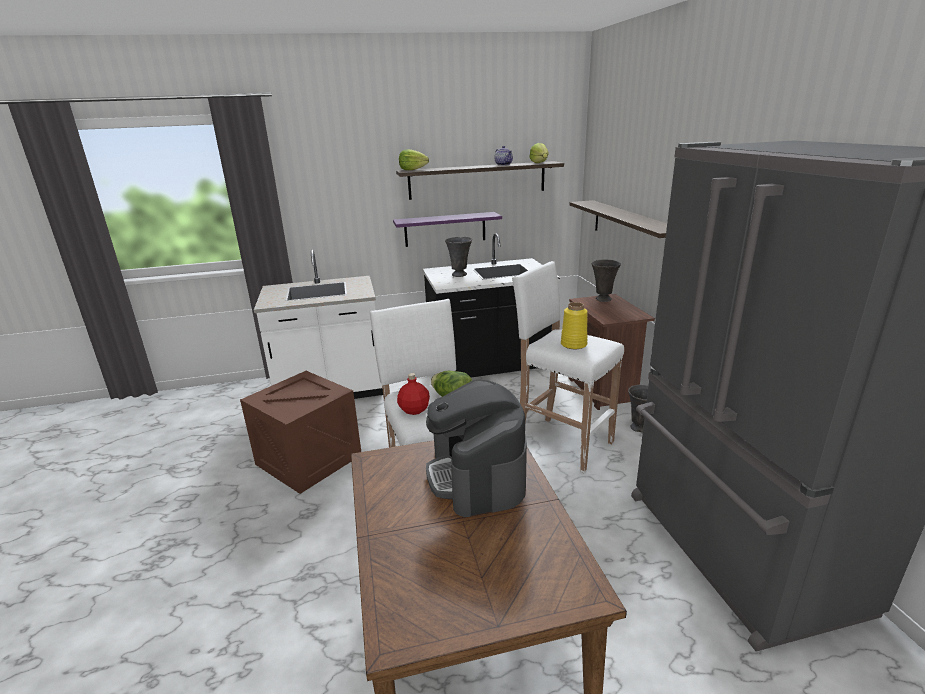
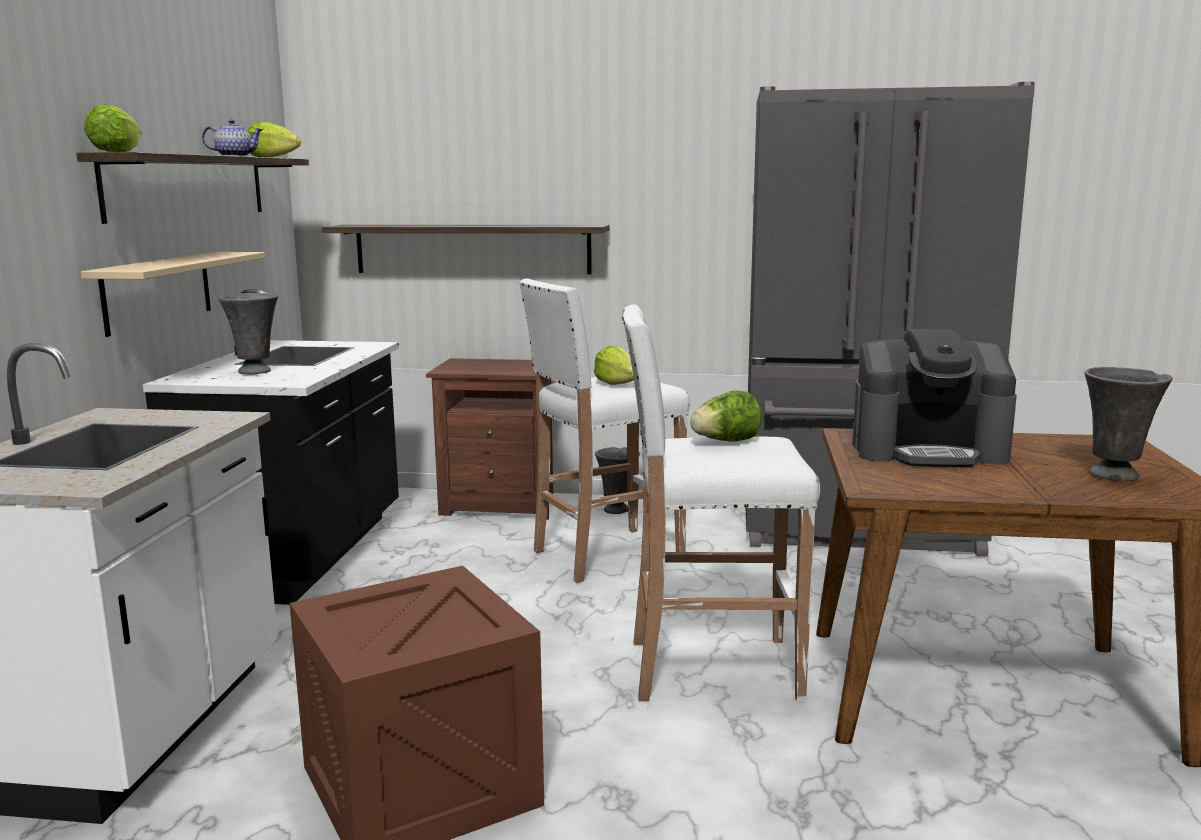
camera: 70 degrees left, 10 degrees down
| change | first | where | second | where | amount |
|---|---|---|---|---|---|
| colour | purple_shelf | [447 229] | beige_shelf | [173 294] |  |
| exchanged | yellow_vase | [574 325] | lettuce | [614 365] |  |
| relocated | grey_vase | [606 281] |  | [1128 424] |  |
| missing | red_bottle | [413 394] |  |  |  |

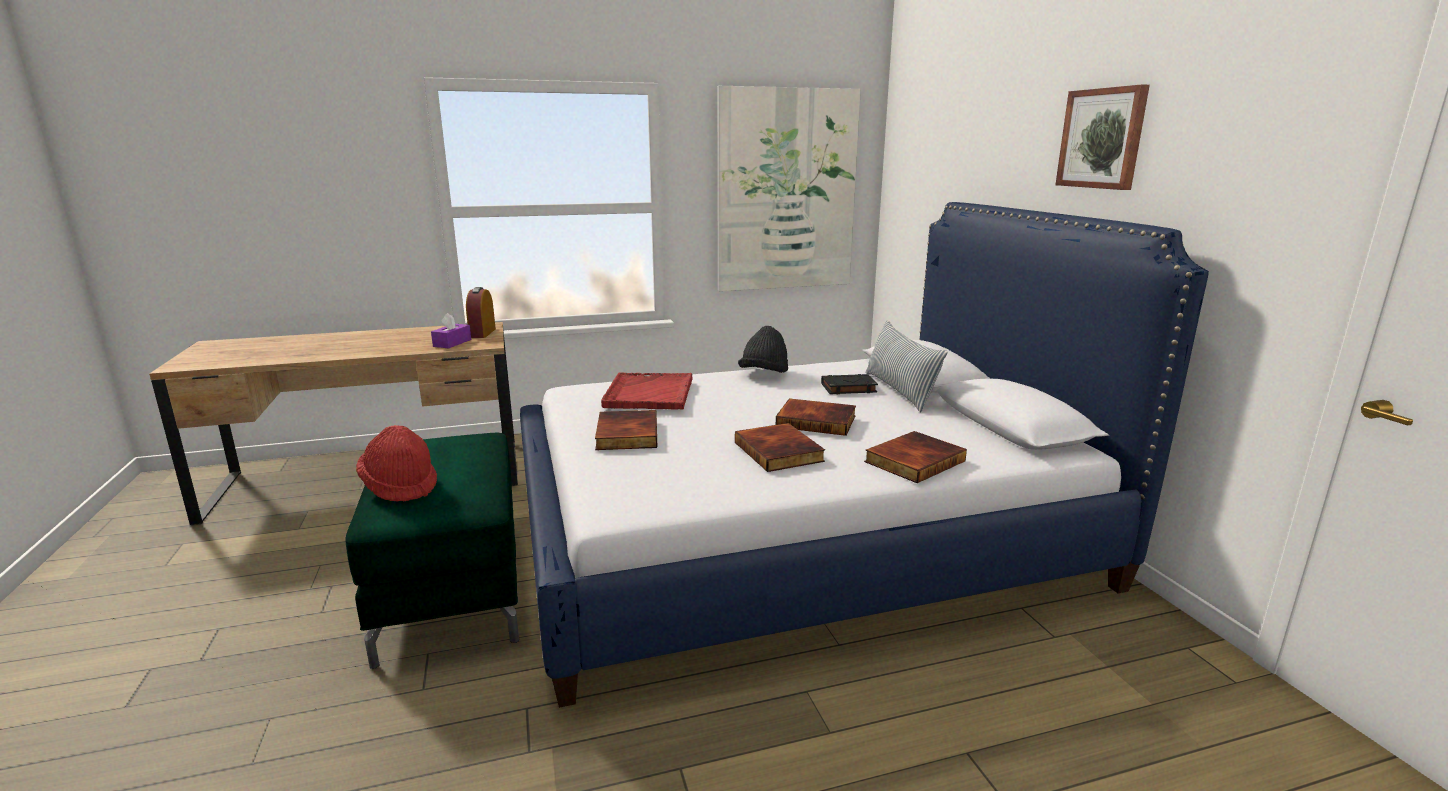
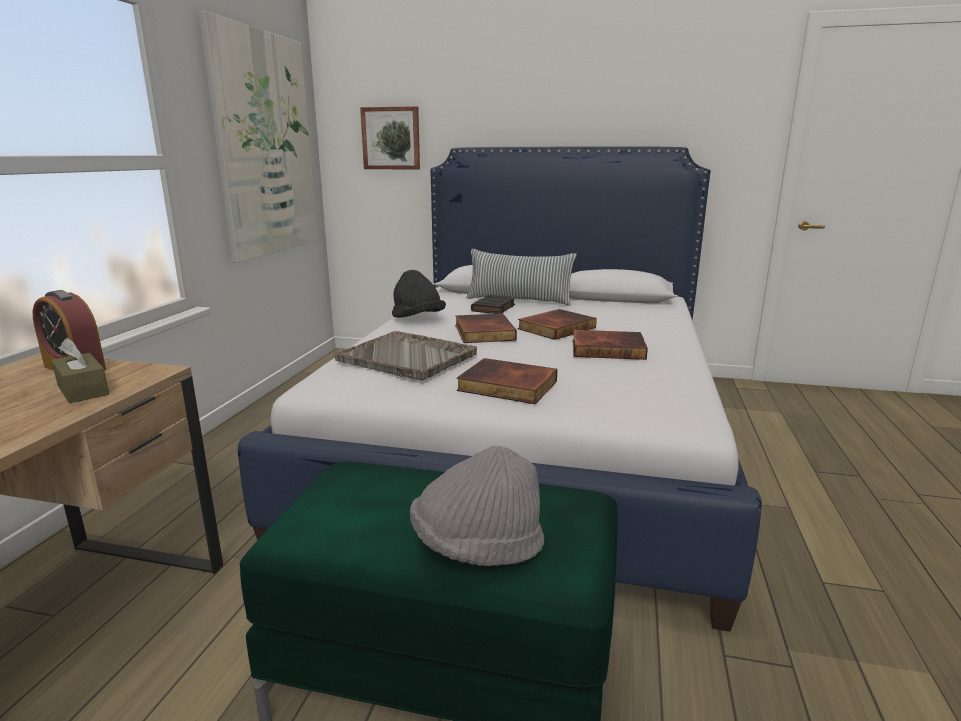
camera: 60 degrees left, 0 degrees up
| change | first | where | second | where | amount |
|---|---|---|---|---|---|
| colour | purple_tissue_box | [451 330] | brown_tissue_box | [80 370] |  |
| colour | red_tray | [647 391] | grey_tray | [405 356] |  |
| relocated | picture | [1102 137] |  | [390 138] |  |
| colour | red_hat | [396 463] | grey_hat | [477 506] |  |
| relocated | book | [915 457] |  | [486 328] |  |

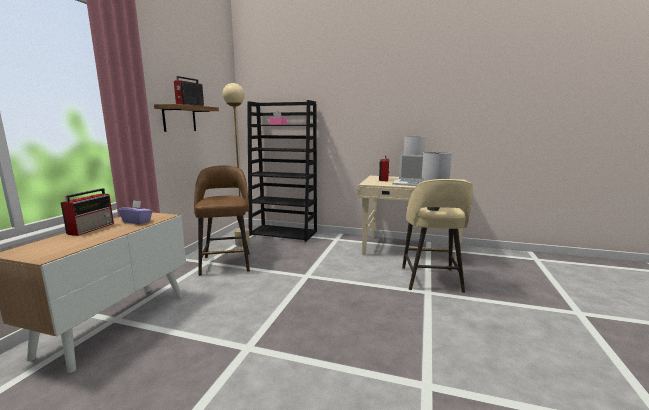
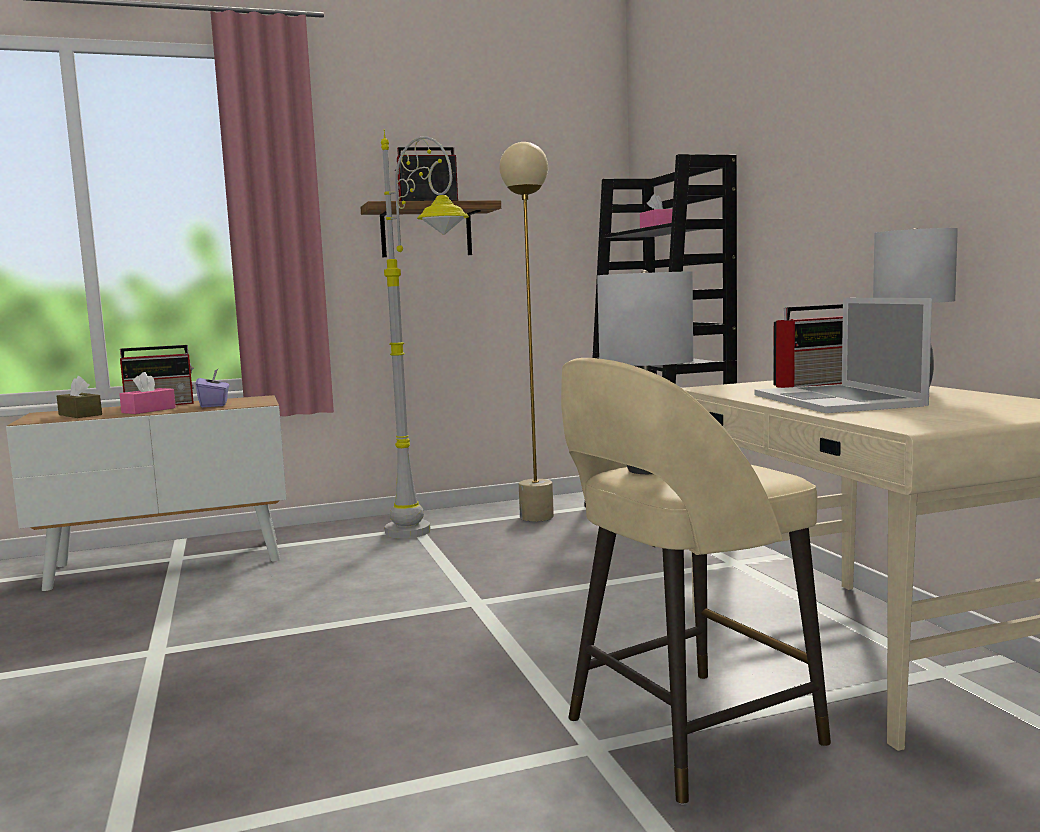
camera: 55 degrees right, 5 degrees down
| change | first | where | second | where | amount |
|---|---|---|---|---|---|
| appeared |  |  | brown_tissue_box | [79 397] |  |
| appeared |  |  | pink_tissue_box | [147 393] |  |
| exchanged | brown_stool | [222 220] | grey_floor_lamp | [425 334] |  |

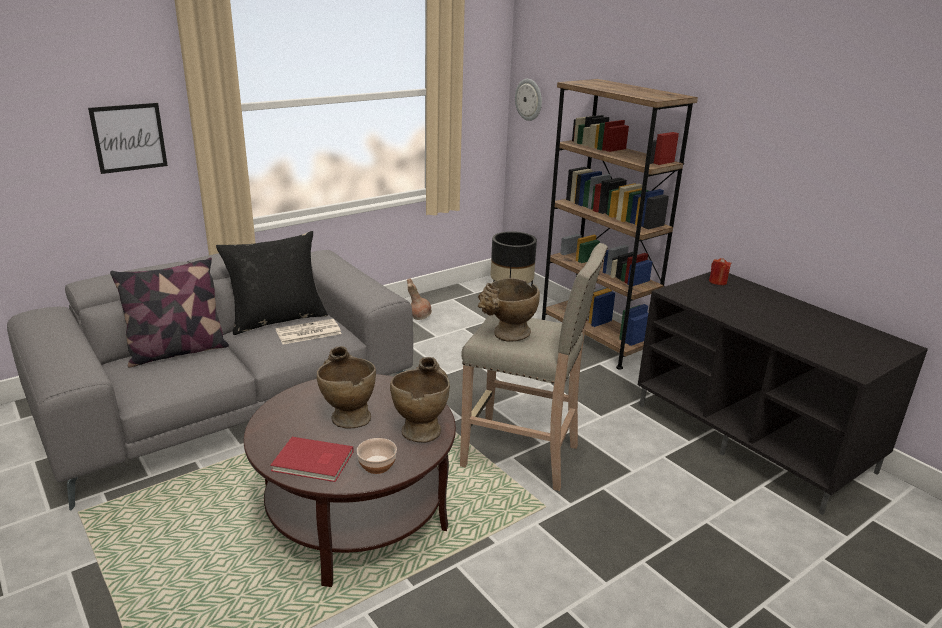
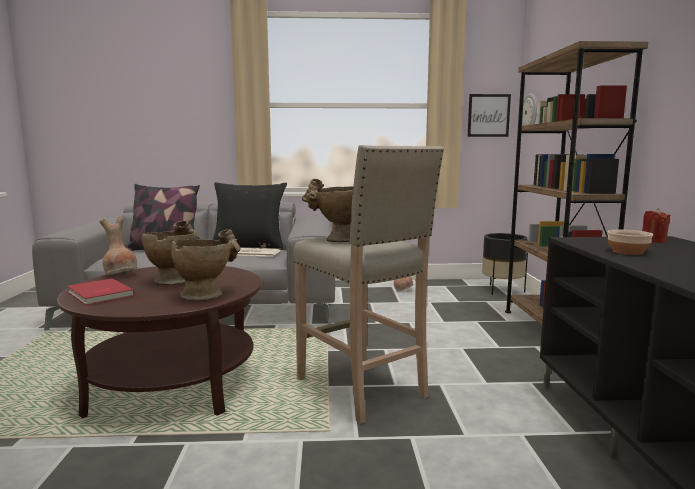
camera: 35 degrees right, 15 degrees down
| change | first | where | second | where | amount |
|---|---|---|---|---|---|
| appeared |  |  | brown_vase | [118 245] |  |
| relocated | picture | [128 138] |  | [489 115] |  |
| relocated | bowl | [377 456] |  | [630 242] |  |

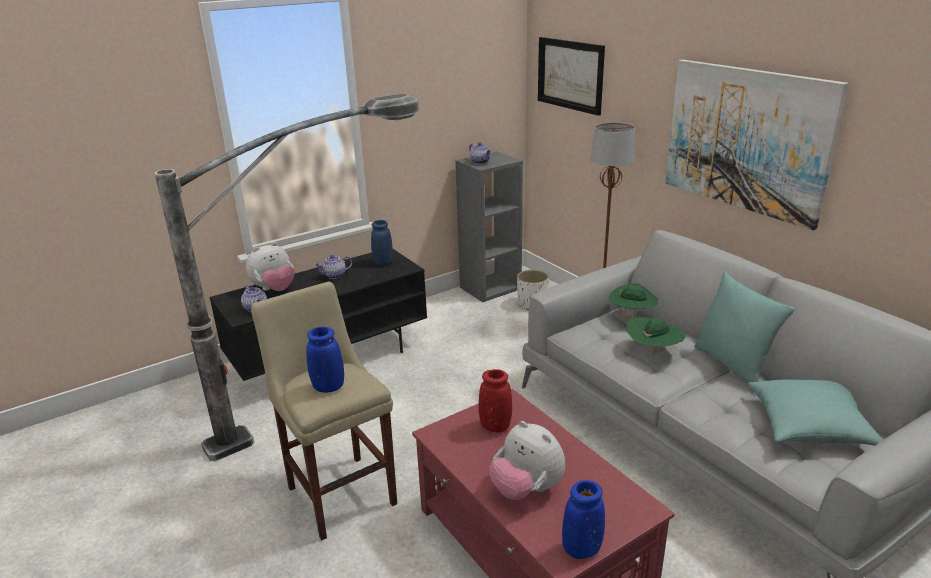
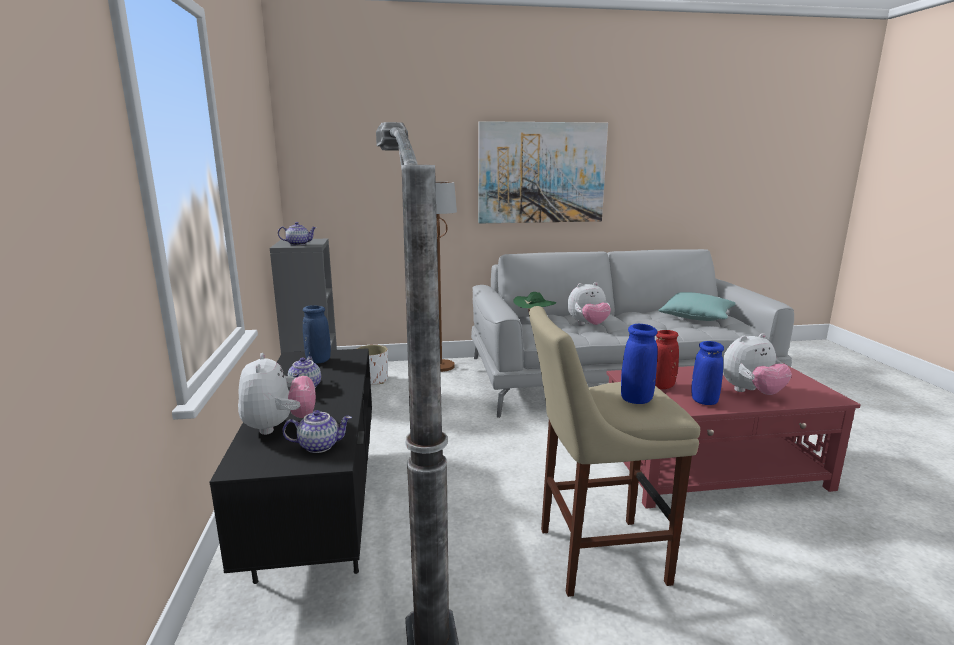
camera: 65 degrees left, 10 degrees down
| change | first | where | second | where | amount |
|---|---|---|---|---|---|
| exchanged | green_hat | [656 336] | plush_toy | [589 303] |  |
| relocated | blue_vase | [583 519] |  | [708 373] |  |
| missing | picture | [571 76] |  |  |  |
| missing | turquoise_pillow | [744 327] |  |  |  |

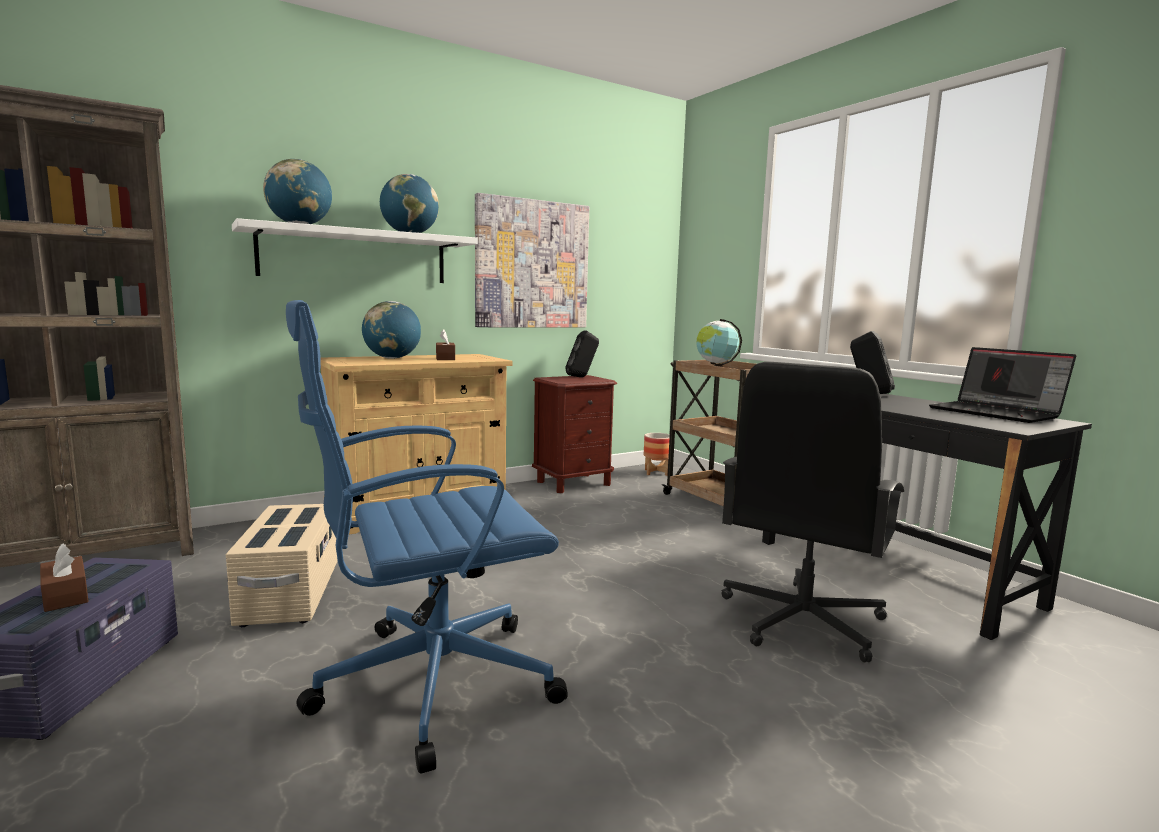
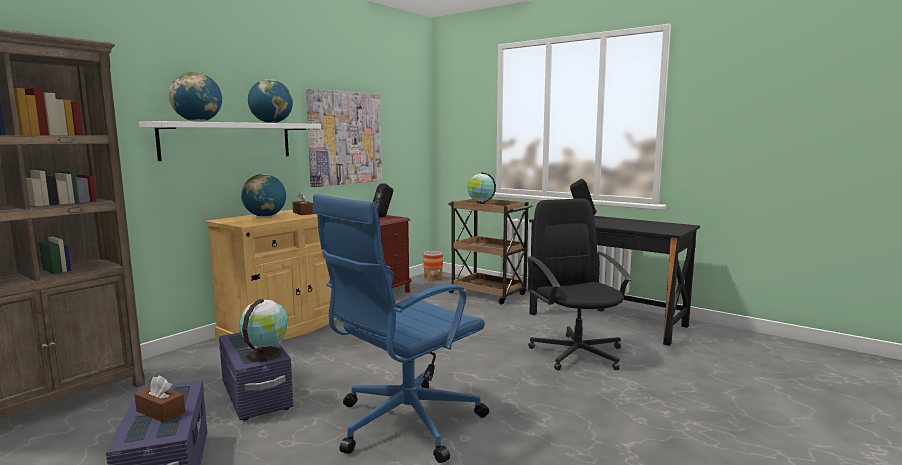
camera: 20 degrees left, 0 degrees up
| change | first | where | second | where | amount |
|---|---|---|---|---|---|
| colour | beige_storage_box | [281 565] | purple_storage_box | [256 377] |  |
| appeared |  |  | globe | [263 330] |  |
| spun | black_office_chair | [813 512] |  | [579 285] | 150 degrees clockwise |
| missing | laptop | [1002 385] |  |  |  |

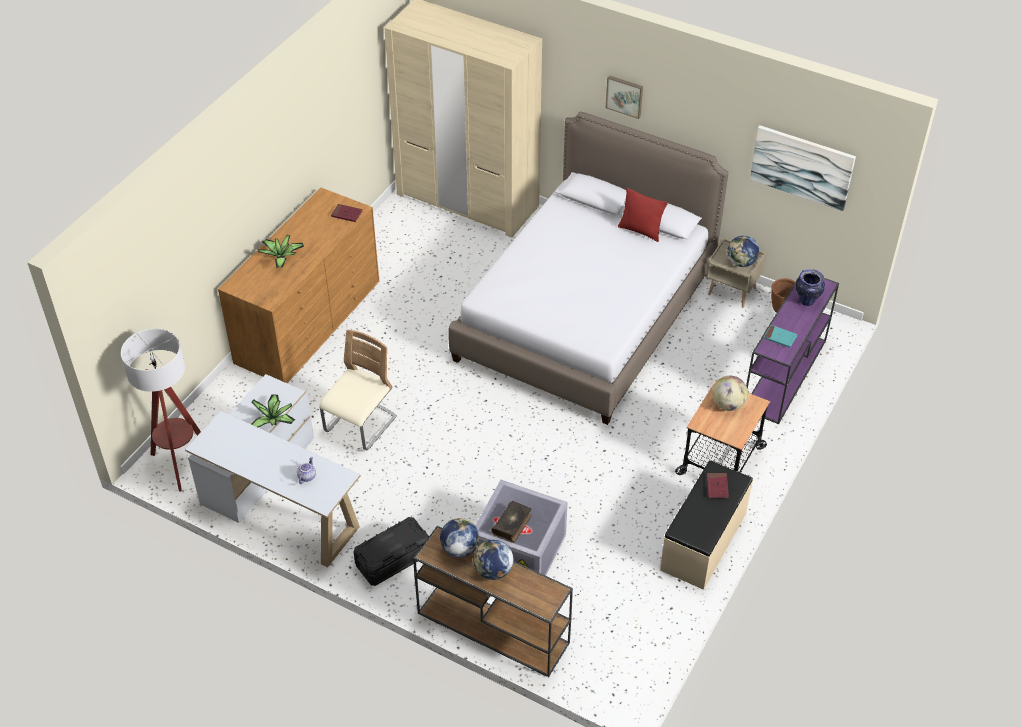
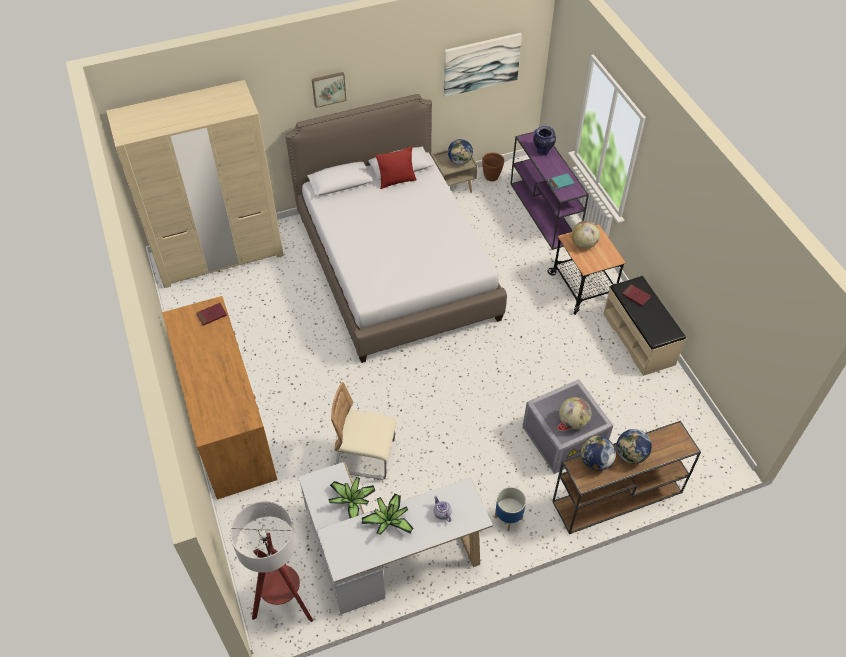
camera: 50 degrees left, 5 degrees up
| change | first | where | second | where | amount |
|---|---|---|---|---|---|
| spun | beige_chair | [358 390] |  | [363 431] | 60 degrees counterclockwise |
| relocated | potted_plant | [281 251] |  | [388 514] |  |
| exchanged | black_storage_box | [391 551] | planter | [510 509] |  |
| exchanged | book | [511 522] | globe | [575 413] |  |

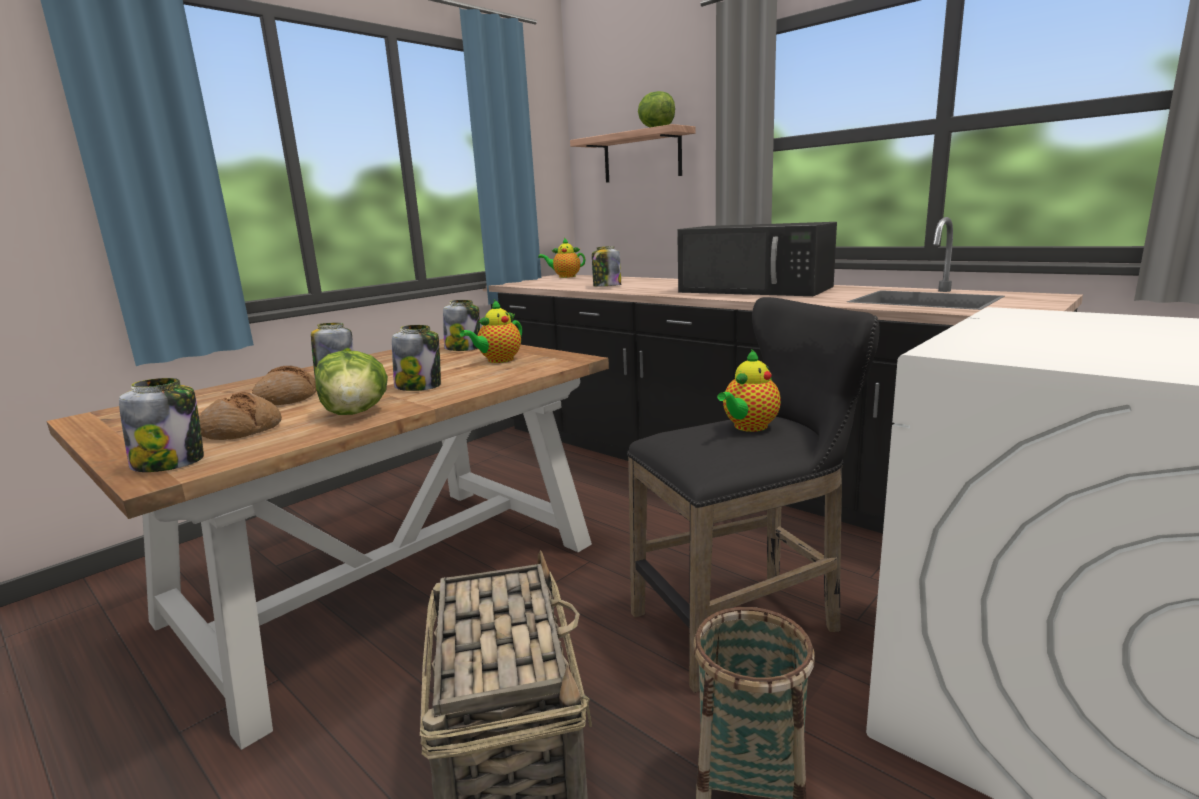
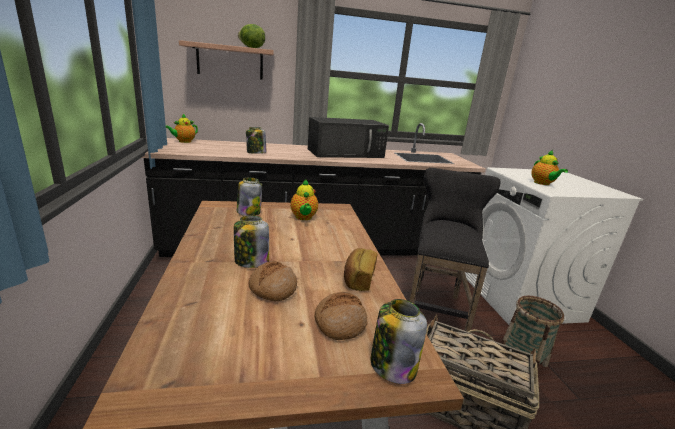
camera: 55 degrees left, 5 degrees up
| change | first | where | second | where | amount |
|---|---|---|---|---|---|
| exchanged | lettuce | [351 383] | bread | [360 269] |  |
| relocated | teapot | [749 390] |  | [549 167] |  |
| missing | jar | [416 358] |  |  |  |

